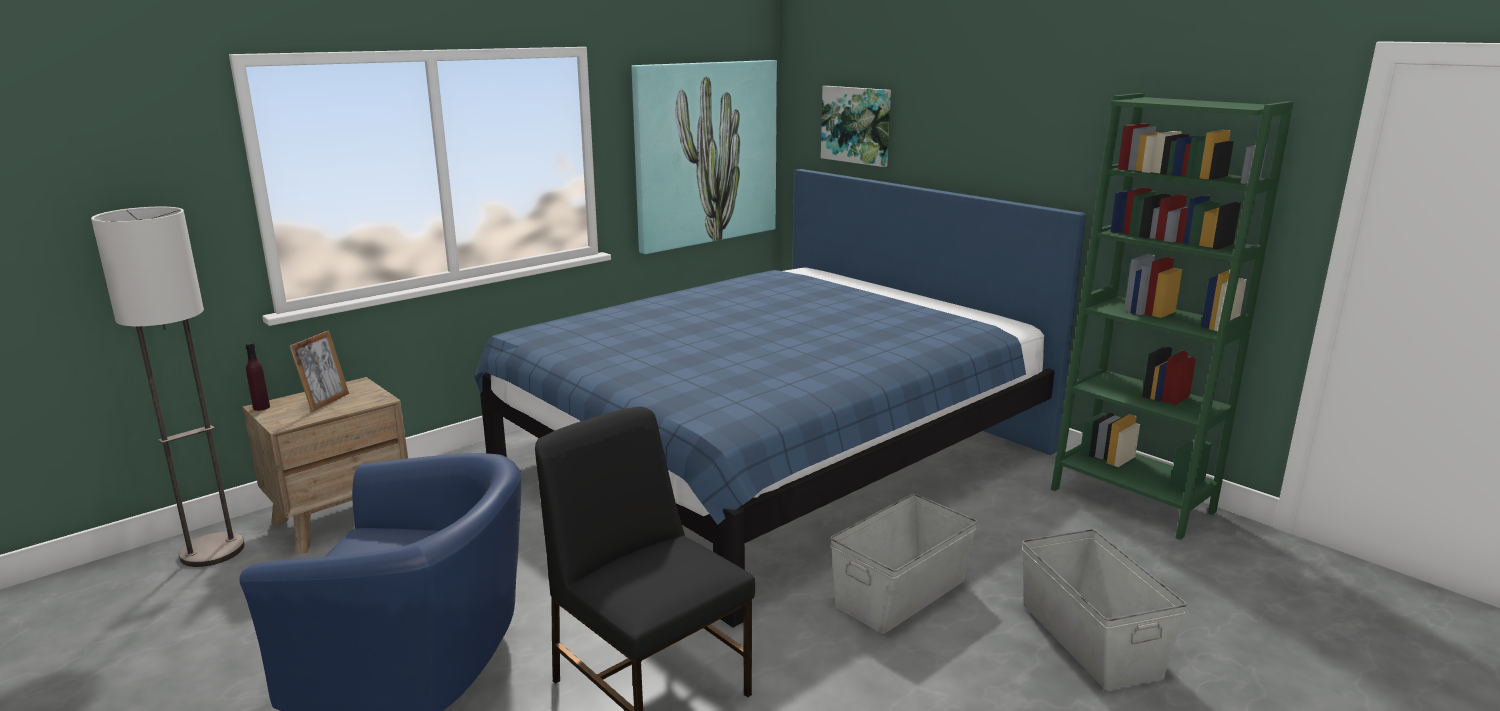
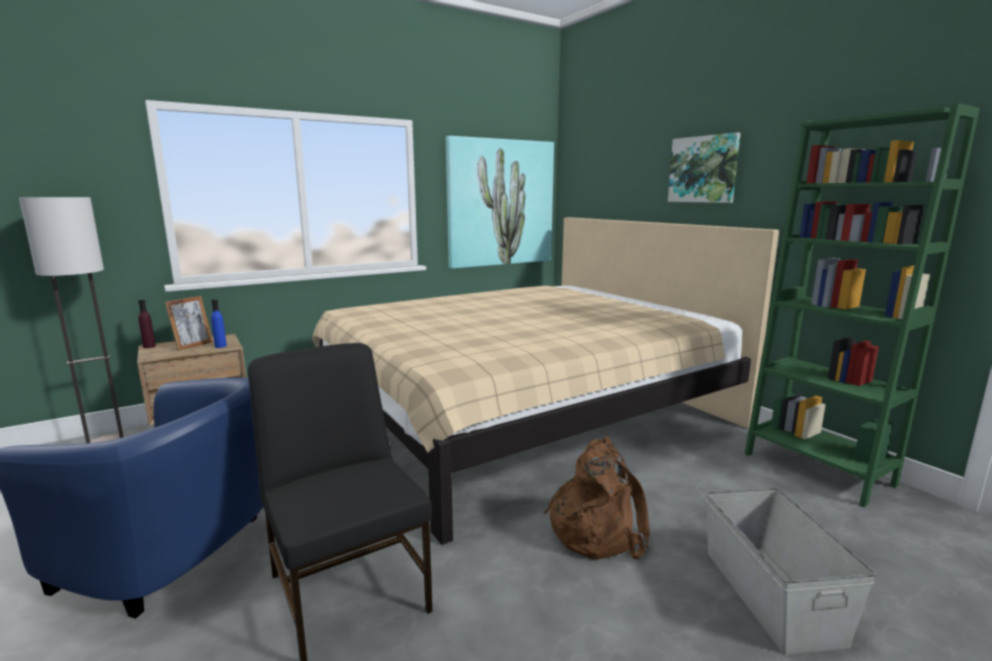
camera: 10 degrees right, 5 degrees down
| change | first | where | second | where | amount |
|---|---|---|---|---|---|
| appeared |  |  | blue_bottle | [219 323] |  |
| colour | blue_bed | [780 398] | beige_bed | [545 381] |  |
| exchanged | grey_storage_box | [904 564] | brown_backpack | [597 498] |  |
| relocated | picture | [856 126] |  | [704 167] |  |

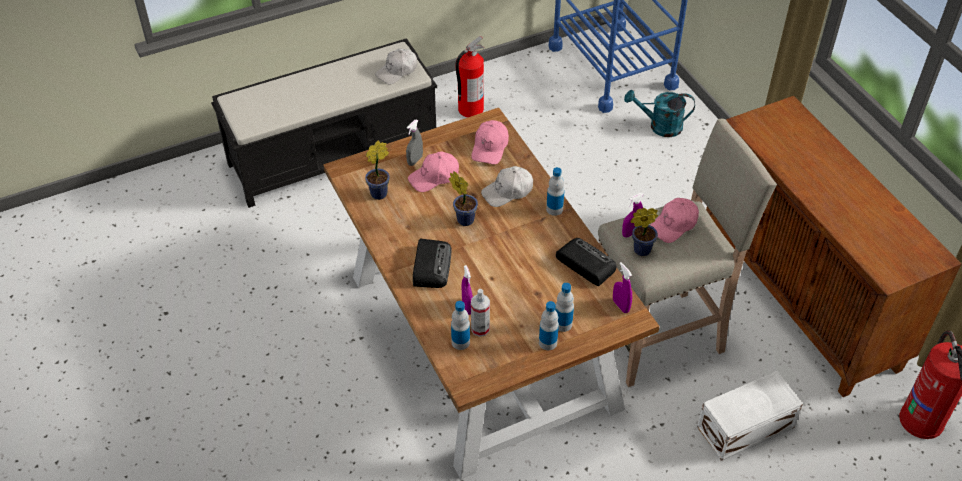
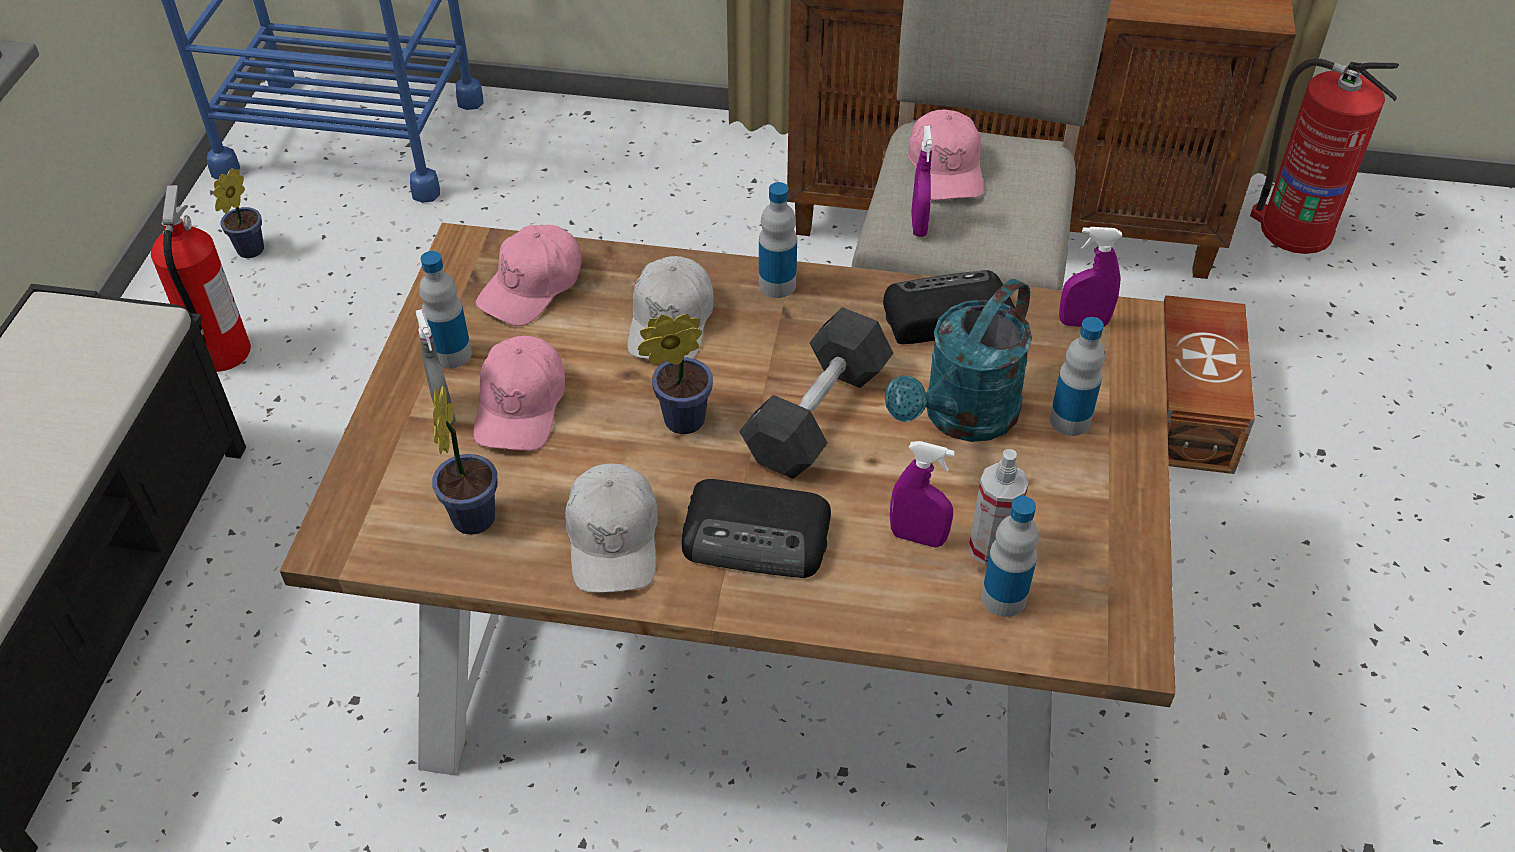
camera: 55 degrees left, 0 degrees up
| change | first | where | second | where | amount |
|---|---|---|---|---|---|
| relocated | potted_plant | [644 232] |  | [238 213] |  |
| relocated | bottle | [549 325] |  | [445 310] |  |
| spun | pink_cap | [490 142] |  | [529 275] | 75 degrees clockwise |
| relocated | white_cap | [396 66] |  | [611 528] |  |
| spun | radio | [432 263] |  | [756 528] | 150 degrees clockwise |
| appeared |  |  | black_dumbbell | [816 393] |  |
| relocated | turquoise_watering_can | [659 113] |  | [958 360] |  |
| colour | white_storage_box | [750 416] | brown_storage_box | [1209 384] |  |

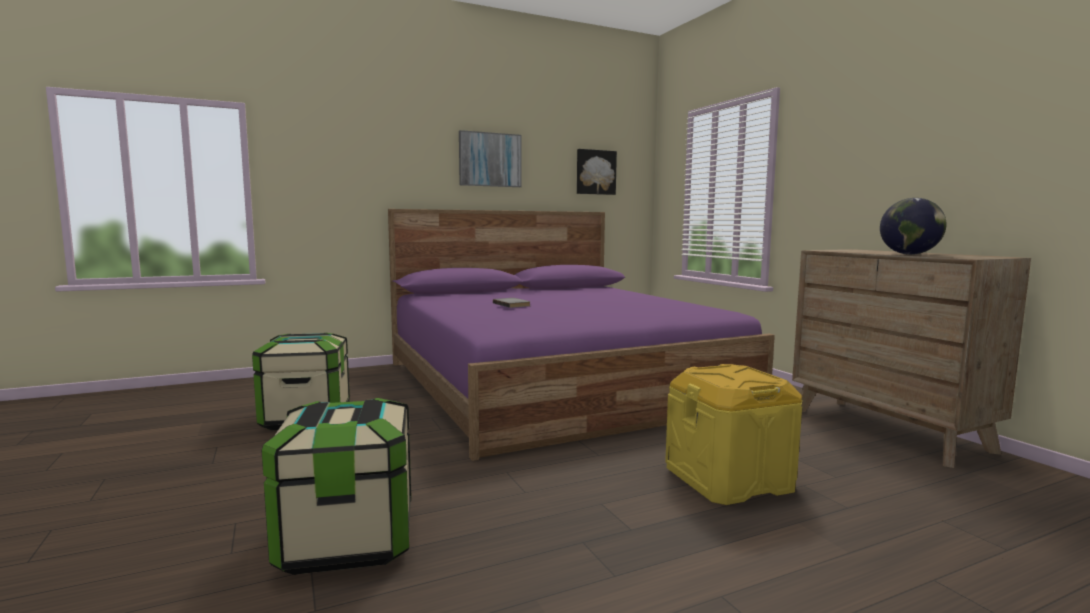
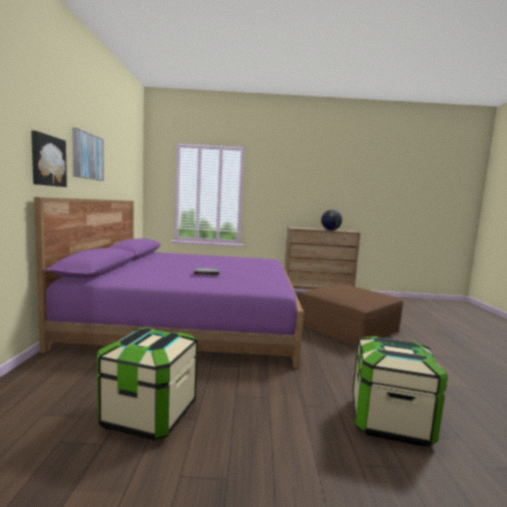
camera: 65 degrees left, 0 degrees up
| change | first | where | second | where | amount |
|---|---|---|---|---|---|
| relocated | picture | [597 172] |  | [49 159] |  |
| exchanged | yellow_storage_box | [733 434] | brown_ottoman | [351 315] |  |

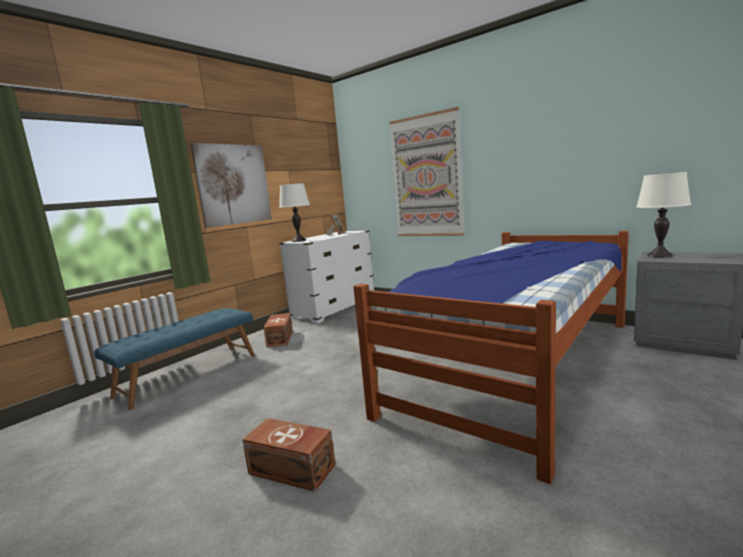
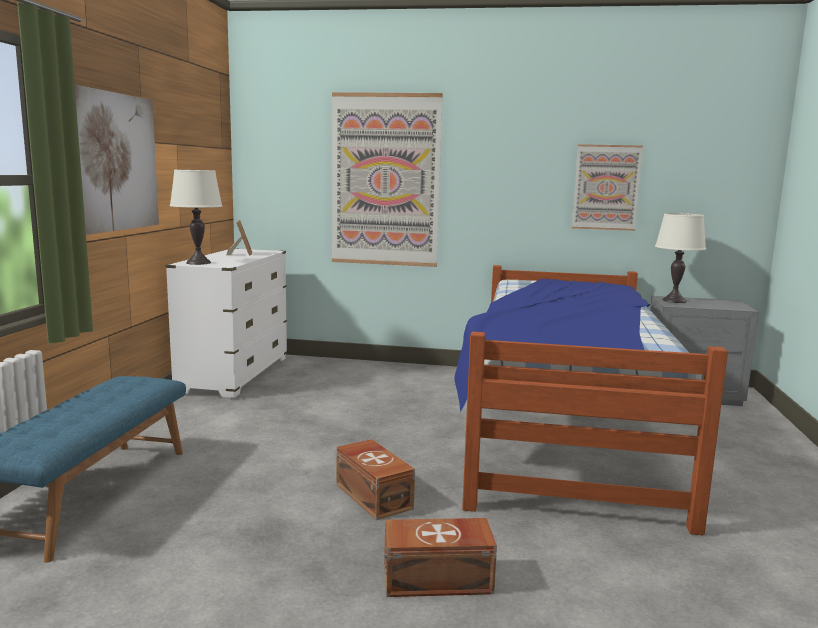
camera: 30 degrees left, 0 degrees up
| change | first | where | second | where | amount |
|---|---|---|---|---|---|
| relocated | brown_storage_box | [278 330] |  | [375 479] |  |
| appeared |  |  | picture | [607 187] |  |

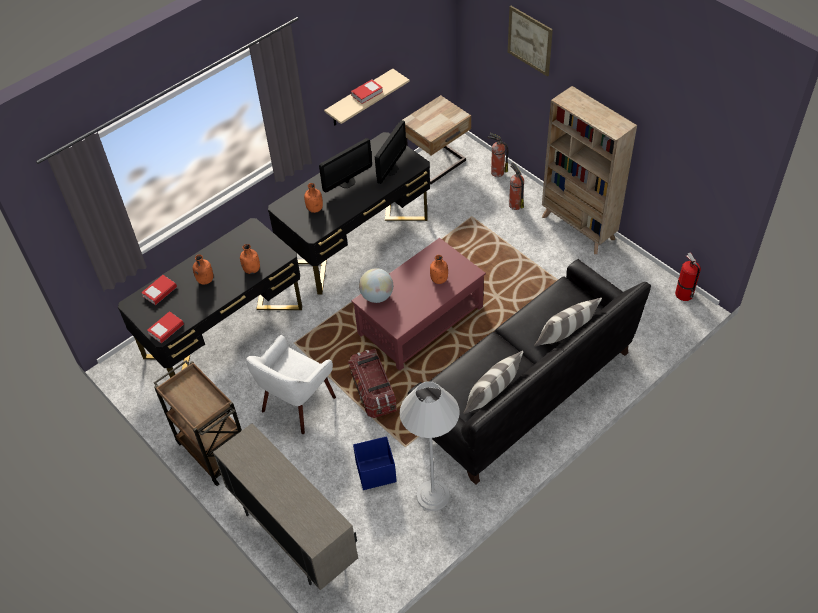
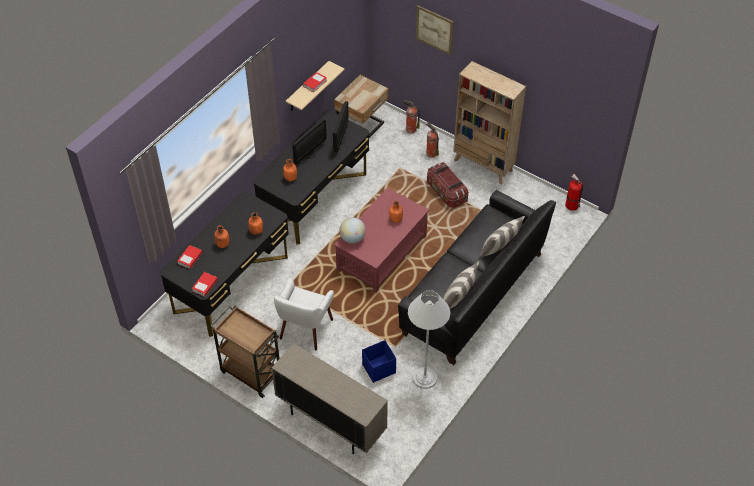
camera: 15 degrees left, 0 degrees up
| change | first | where | second | where | amount |
|---|---|---|---|---|---|
| relocated | storage_box | [372 383] |  | [447 185] |  |

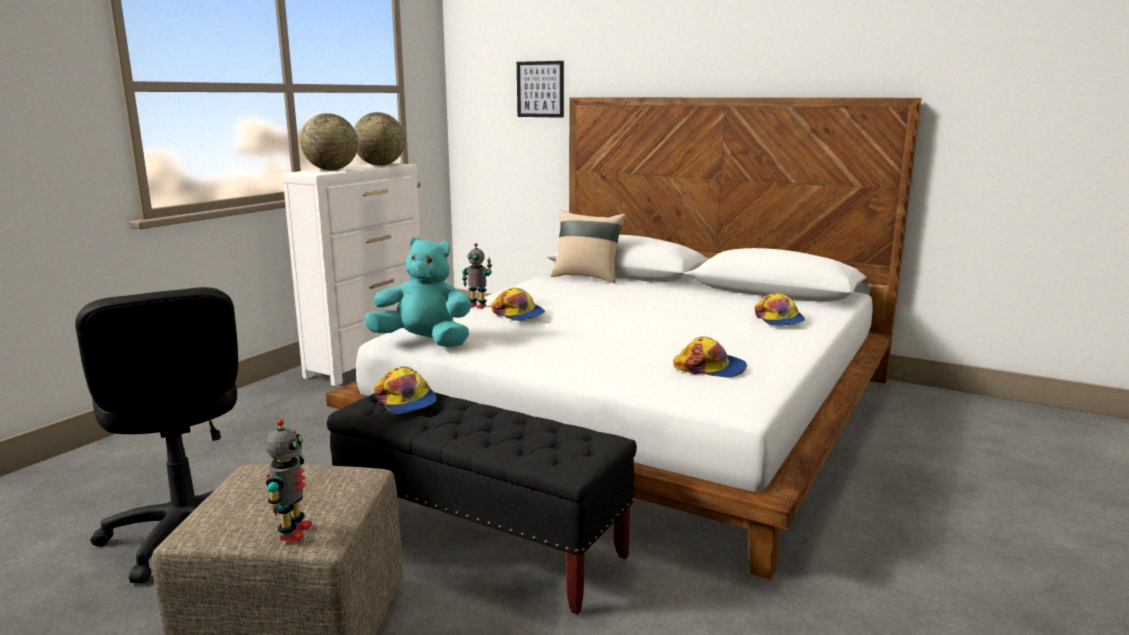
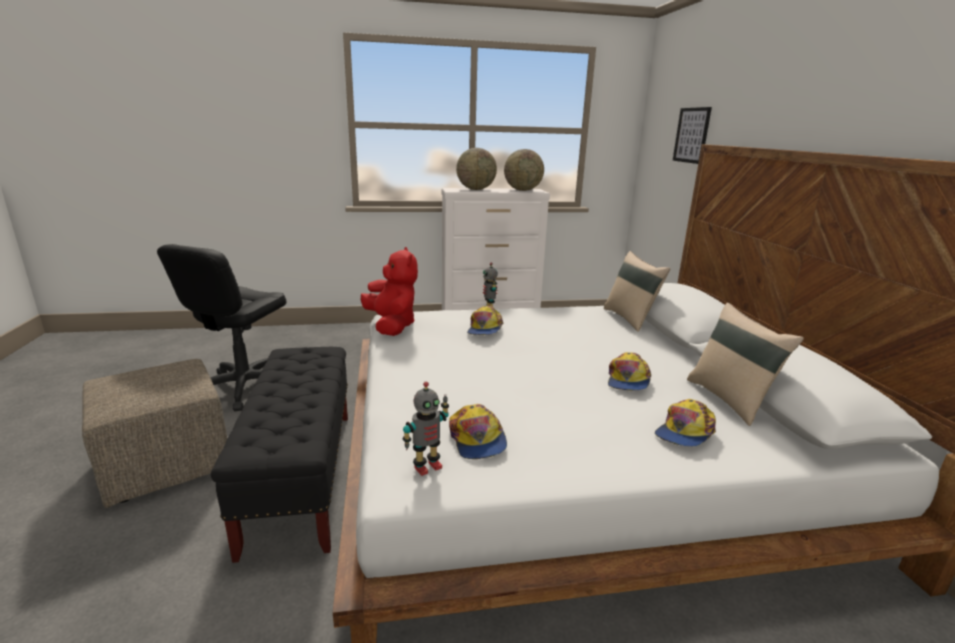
camera: 50 degrees right, 5 degrees up
| change | first | where | second | where | amount |
|---|---|---|---|---|---|
| colour | turquoise_plush_toy | [418 292] | red_plush_toy | [389 291] |  |
| relocated | toy_robot | [288 480] |  | [426 429] |  |
| relocated | cap | [405 390] |  | [629 371] |  |
| appeared |  |  | beige_pillow | [745 364] |  |

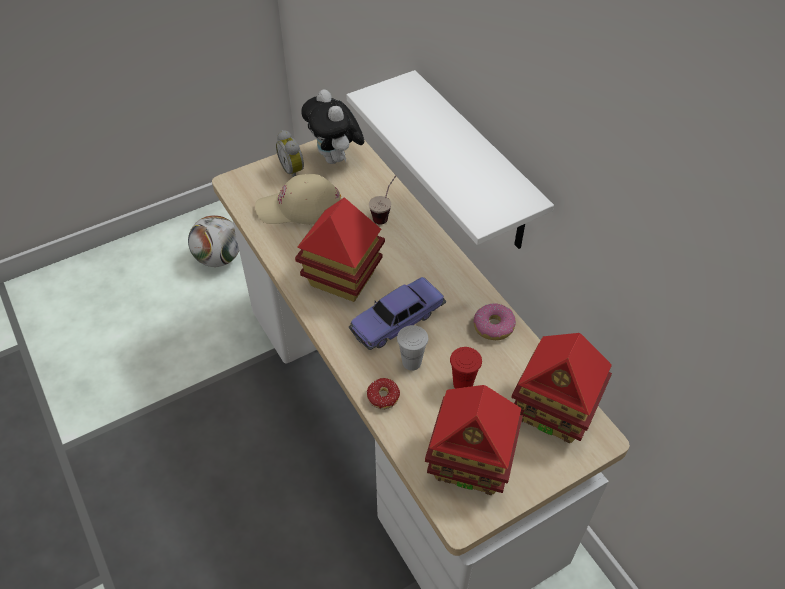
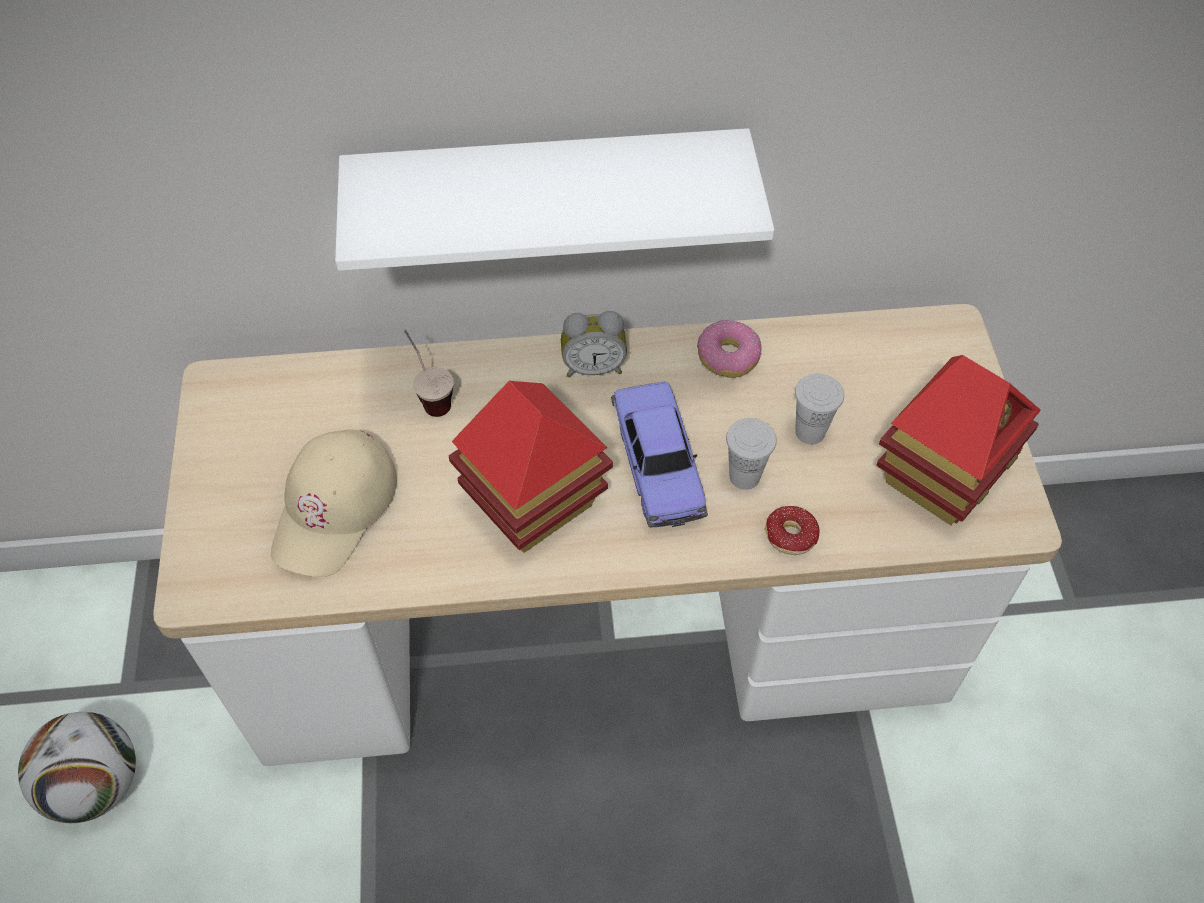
camera: 65 degrees left, 5 degrees up
| change | first | where | second | where | amount |
|---|---|---|---|---|---|
| relocated | alarm_clock | [290 153] |  | [594 344] |  |
| colour | red_cup | [466 368] | white_cup | [819 409] |  |
| missing | plush_toy | [332 126] |  |  |  |
| missing | toy_house | [561 388] |  |  |  |

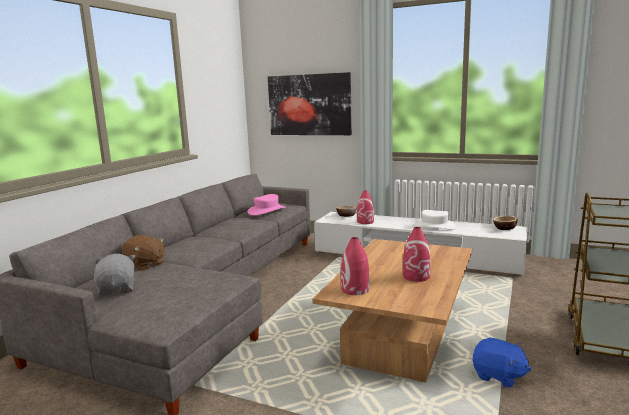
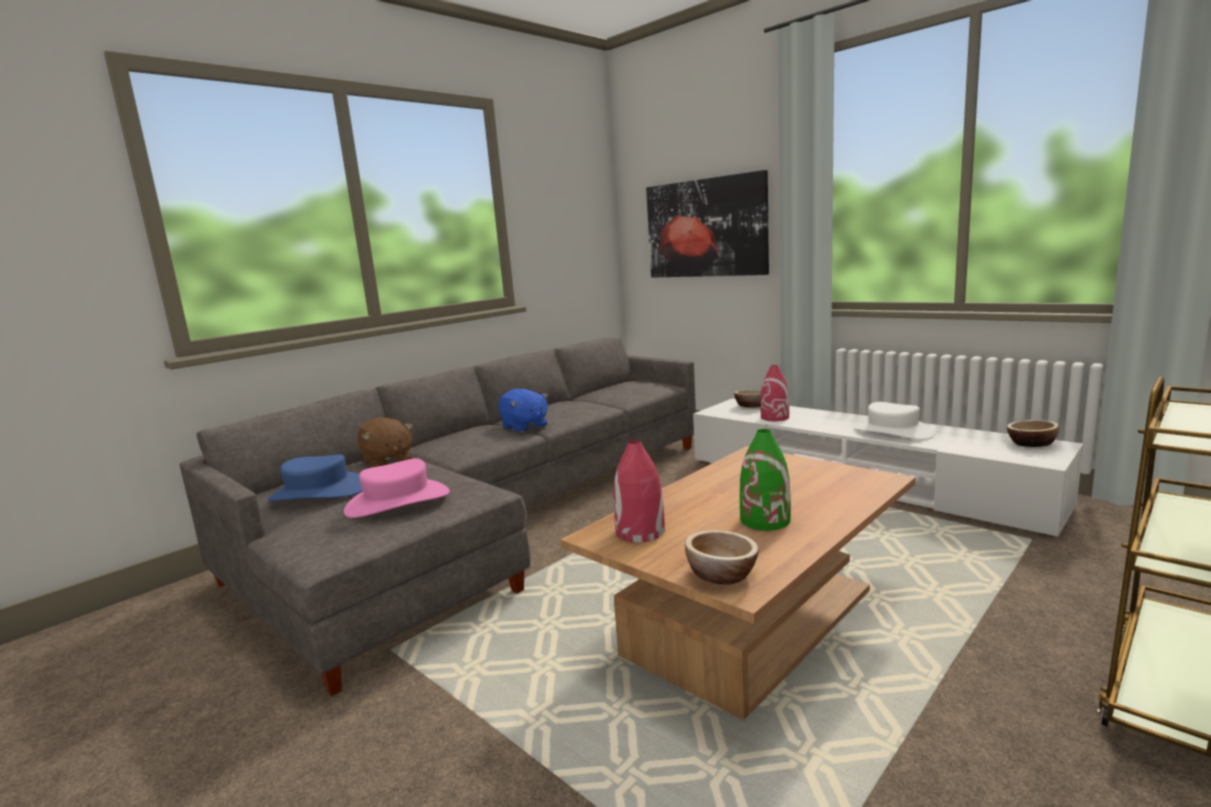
camera: 20 degrees right, 0 degrees up
| change | first | where | second | where | amount |
|---|---|---|---|---|---|
| exchanged | grey_plush_toy | [114 275] | blue_hat | [315 478] |  |
| relocated | pink_hat | [266 204] |  | [397 488] |  |
| relocated | blue_plush_toy | [502 363] |  | [523 411] |  |
| appeared |  |  | bowl | [722 557] |  |
| colour | red_vase | [416 254] | green_vase | [765 480] |  |

